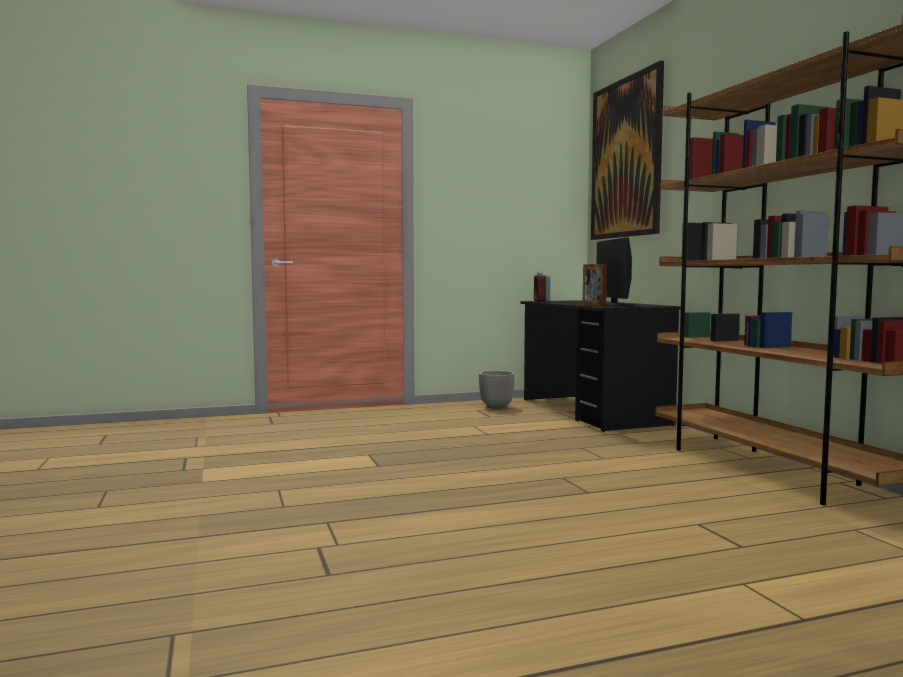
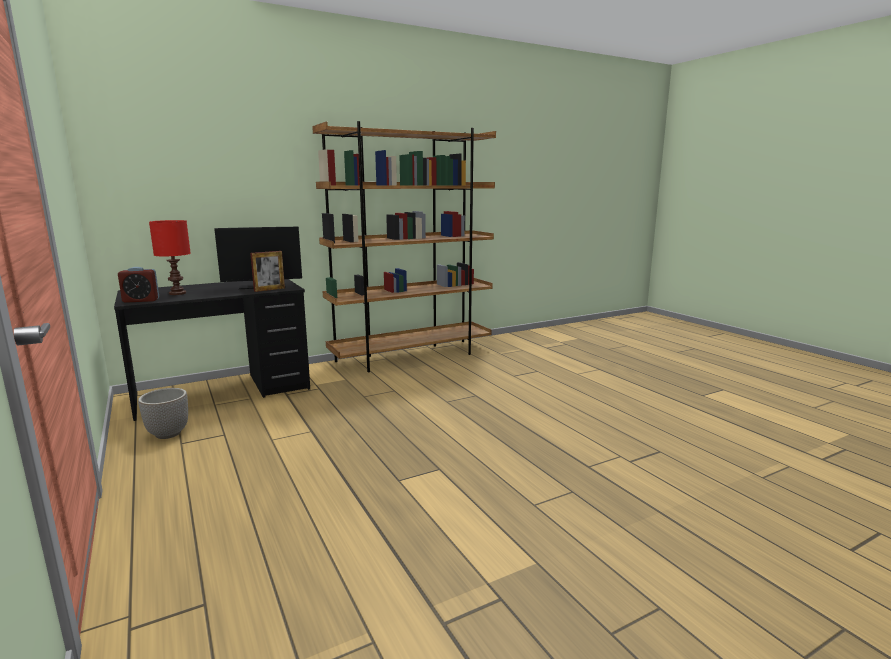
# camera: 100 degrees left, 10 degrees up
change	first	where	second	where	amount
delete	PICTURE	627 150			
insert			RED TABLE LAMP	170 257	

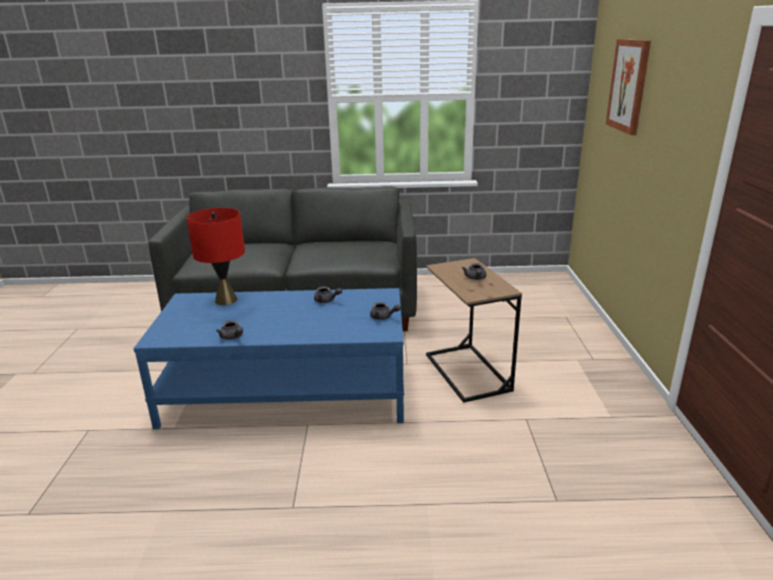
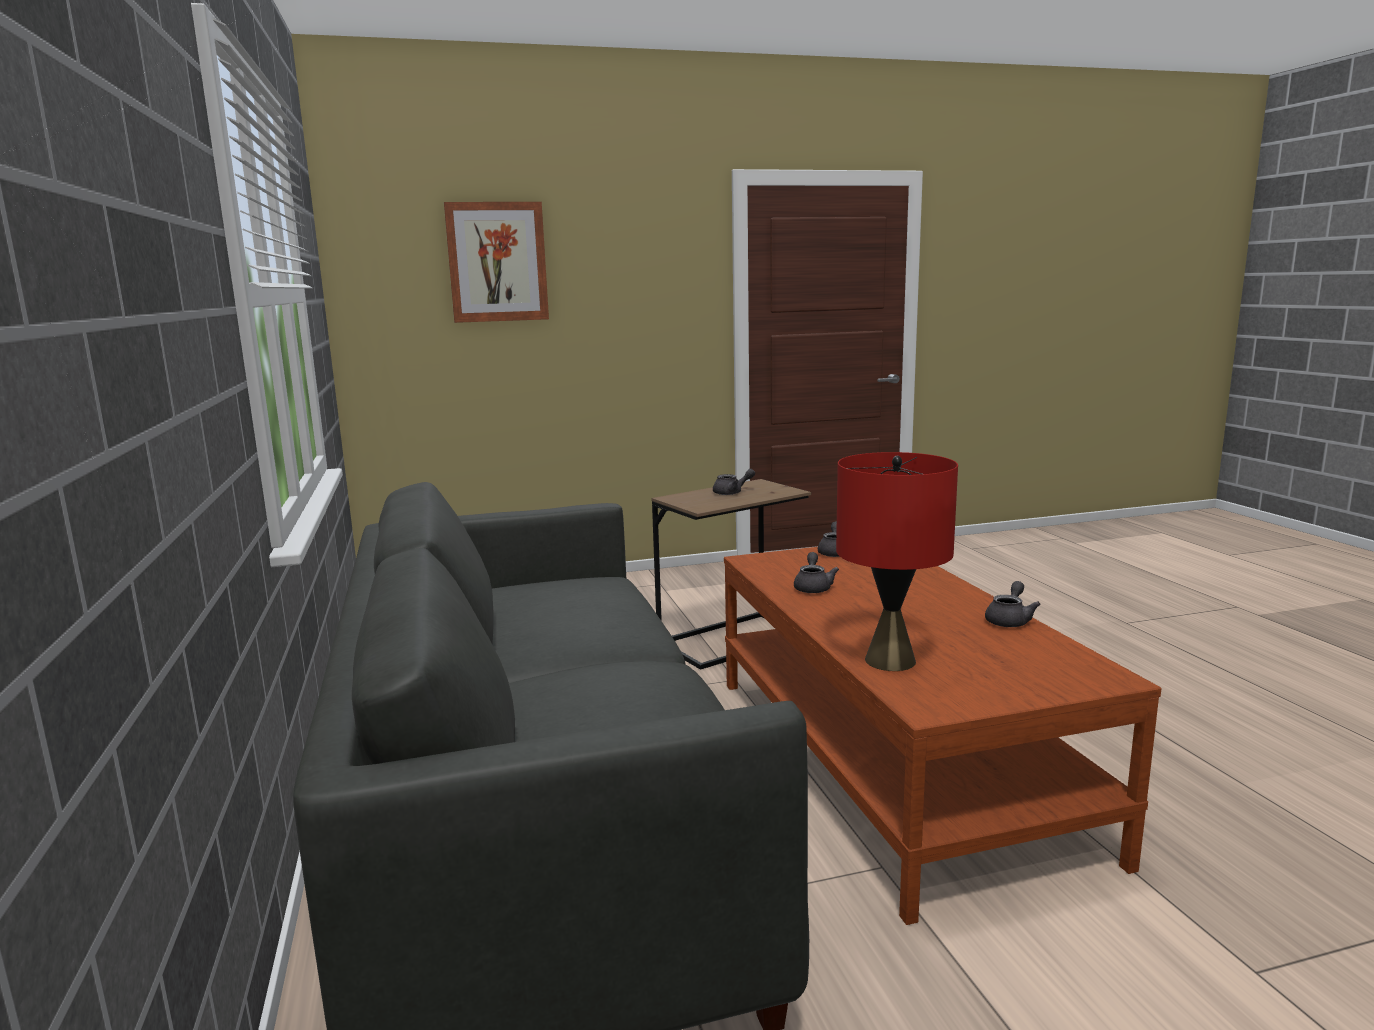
# camera: 105 degrees left, 10 degrees down
change	first	where	second	where	amount
recolor	BLUE COFFEE TABLE	268 358	BROWN COFFEE TABLE	943 736	

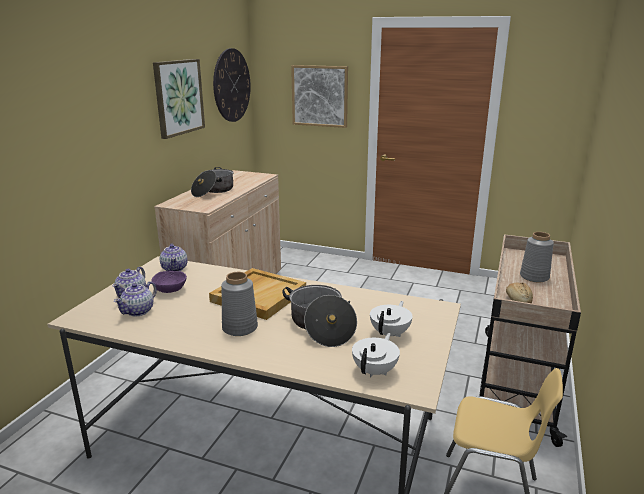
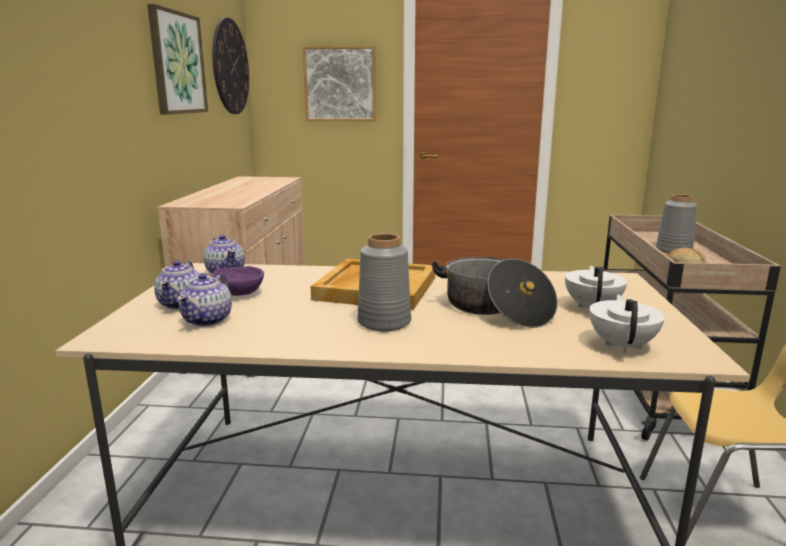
# camera: 15 degrees left, 5 degrees down
change	first	where	second	where	amount
delete	COOKING POT	212 182			

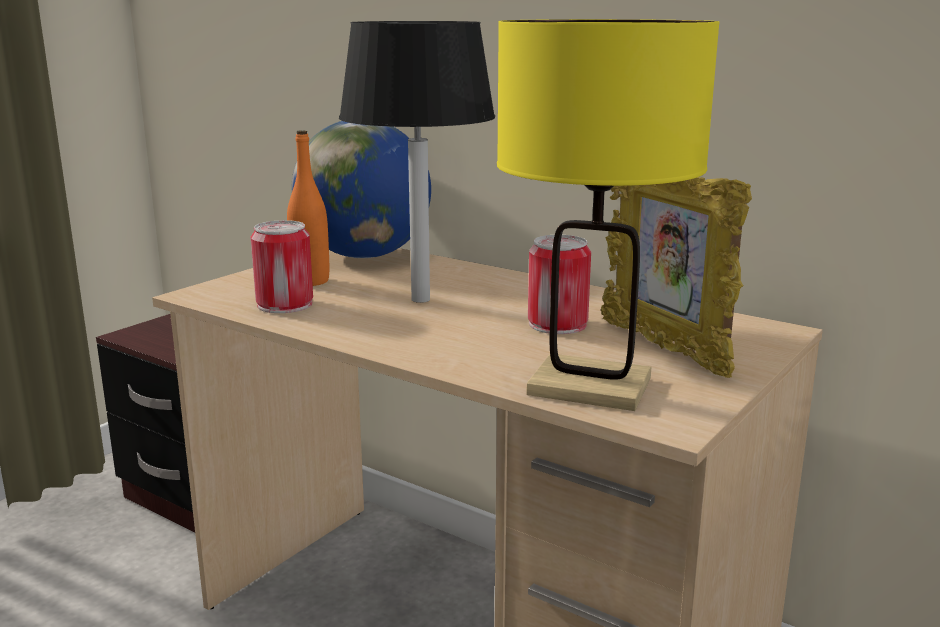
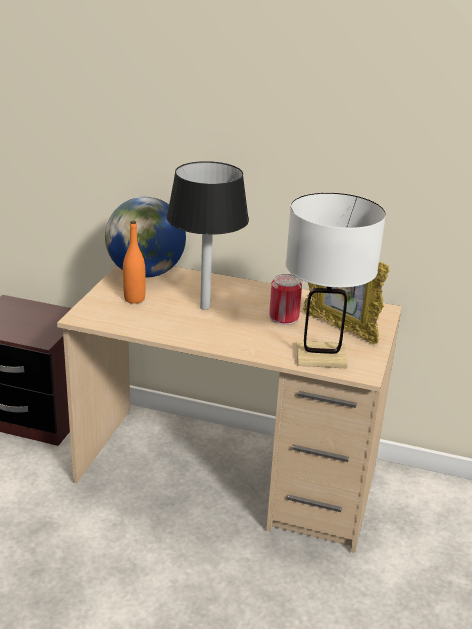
# camera: 20 degrees left, 10 degrees up
change	first	where	second	where	amount
recolor	YELLOW TABLE LAMP	608 215	WHITE TABLE LAMP	336 280	
delete	CAN	281 266			

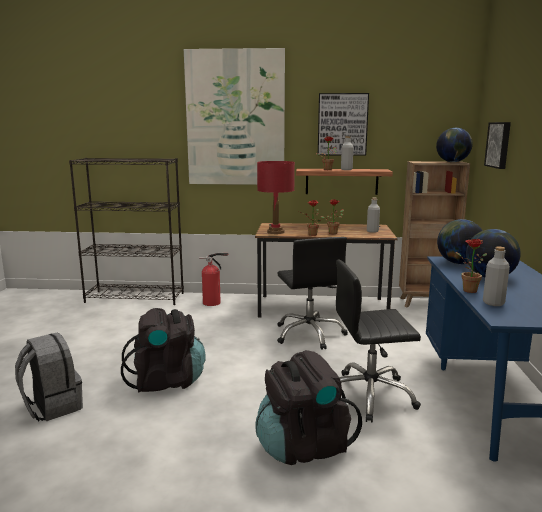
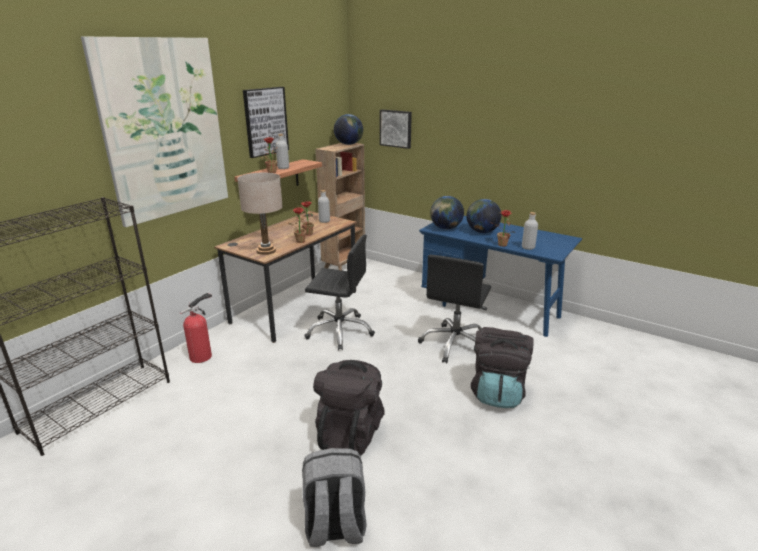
# camera: 60 degrees left, 10 degrees up
change	first	where	second	where	amount
recolor	RED TABLE LAMP	276 197	BEIGE TABLE LAMP	260 214	

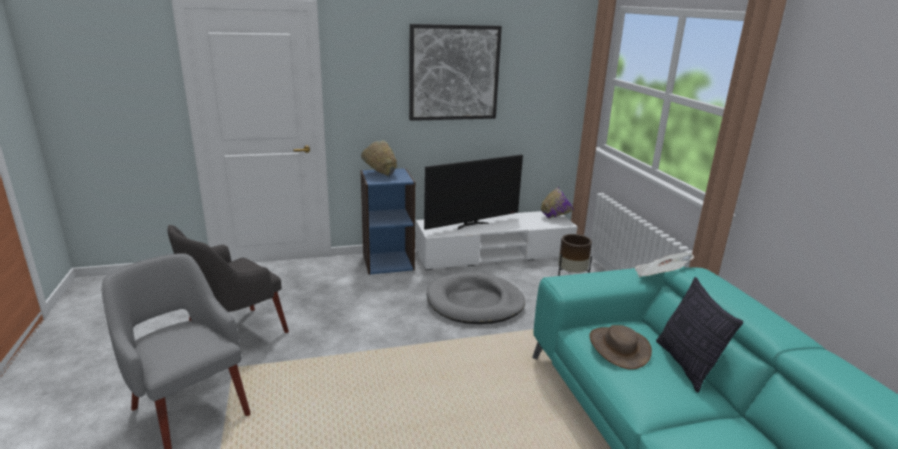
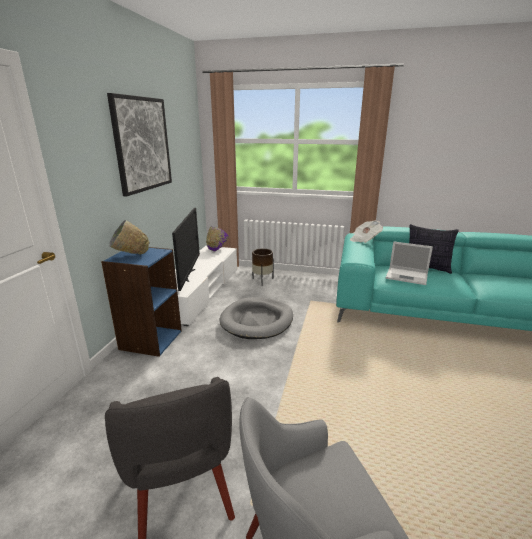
# camera: 60 degrees left, 0 degrees up
change	first	where	second	where	amount
replace	BROWN HAT	620 347	LAPTOP	409 263	

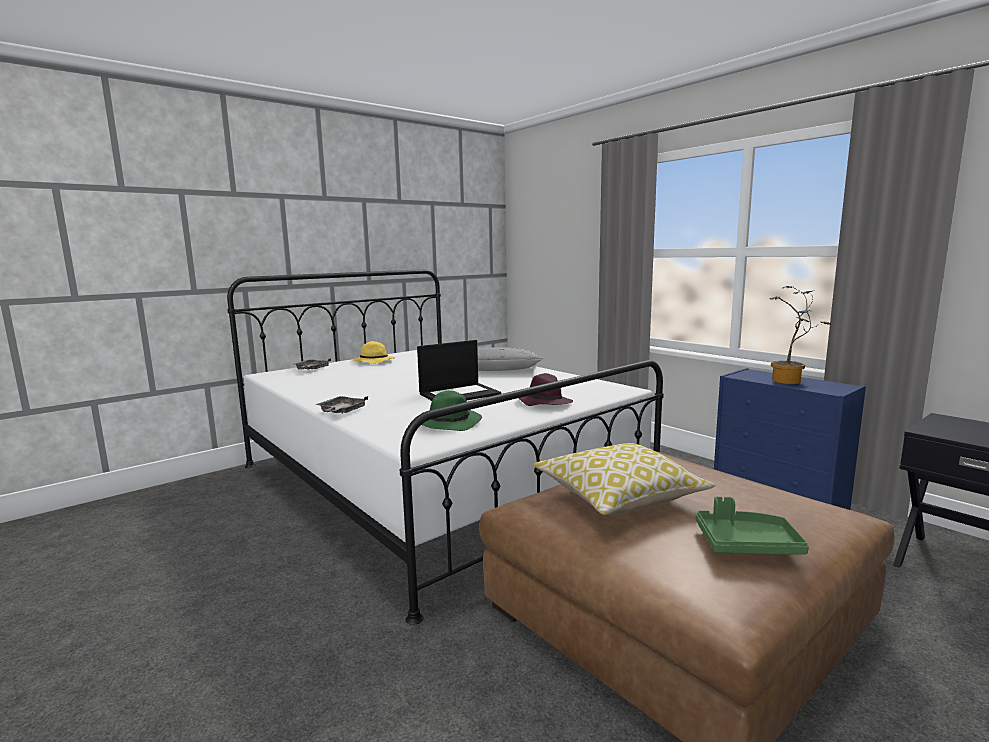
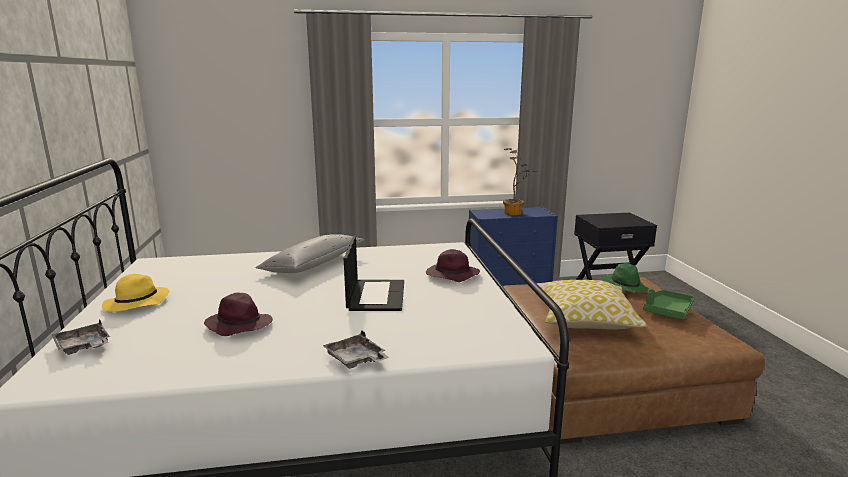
# camera: 60 degrees left, 5 degrees up
change	first	where	second	where	amount
move	GREEN HAT	452 411		625 277	
insert			PURPLE HAT	238 314	

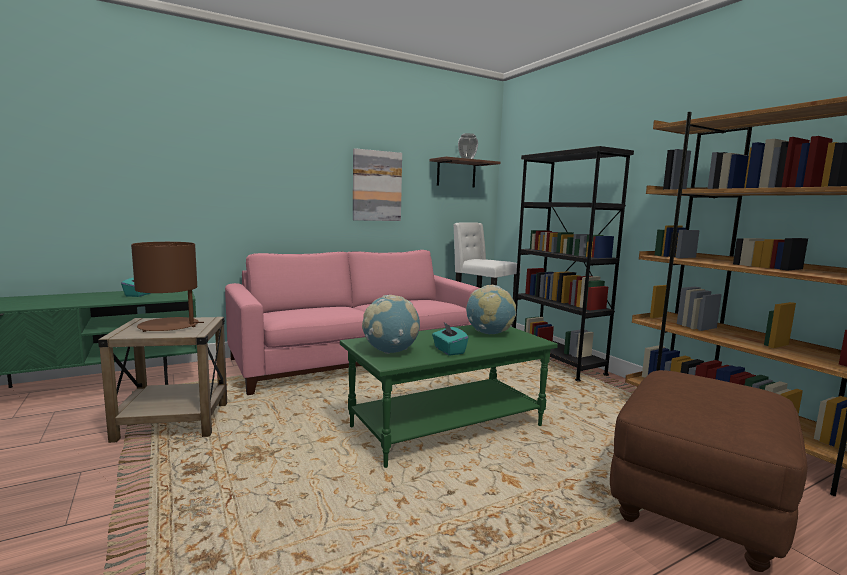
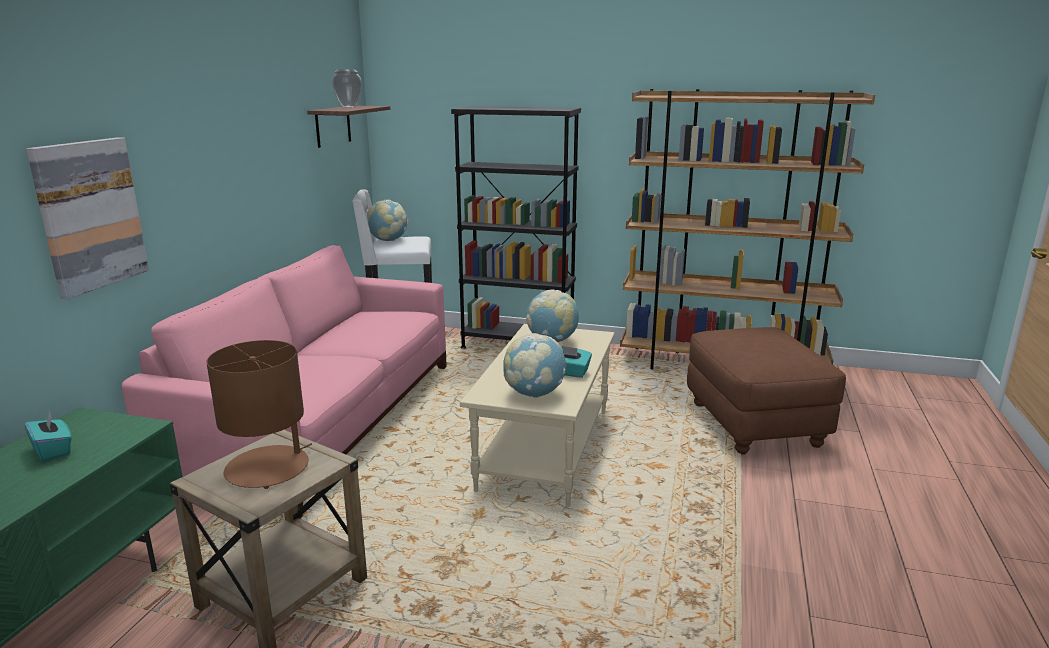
# camera: 45 degrees left, 10 degrees up
change	first	where	second	where	amount
move	PICTURE	377 184		87 218	
recolor	GREEN COFFEE TABLE	449 396	BEIGE COFFEE TABLE	537 415	
insert			GLOBE	387 220	

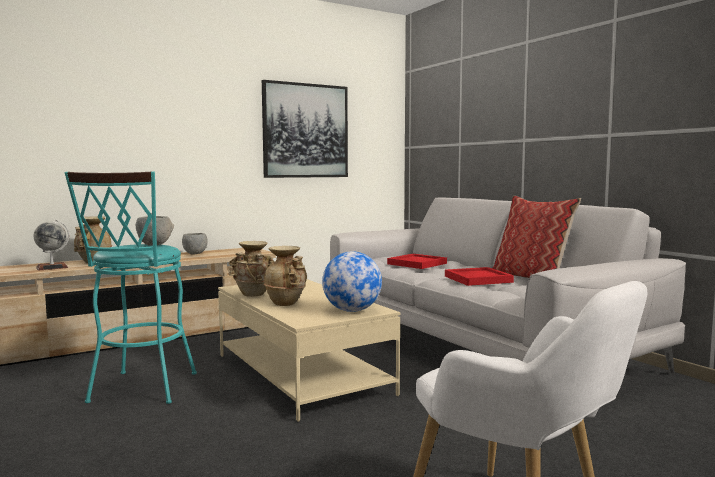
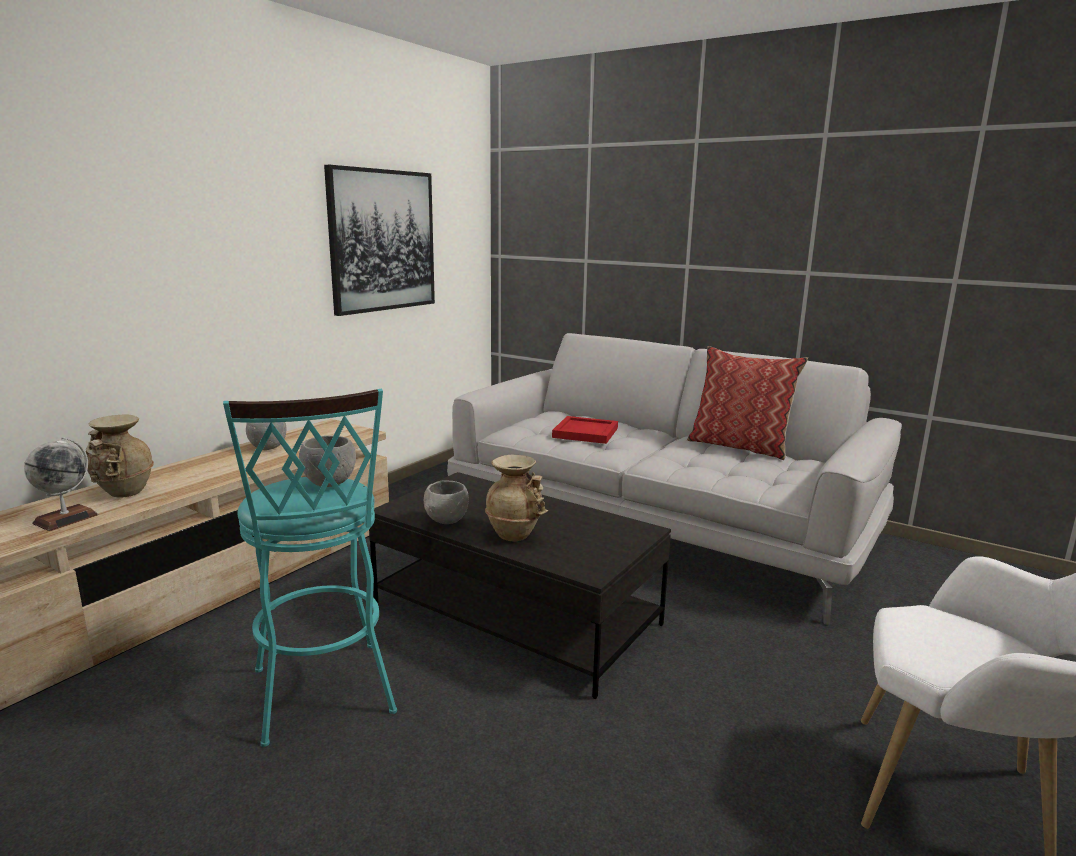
# camera: 25 degrees left, 10 degrees up
change	first	where	second	where	amount
replace	BEIGE VASE	251 269	GREY BOWL	446 502	
delete	GLOBE	352 281			
delete	RED TRAY	479 276			
recolor	BEIGE COFFEE TABLE	309 350	BLACK COFFEE TABLE	520 585	

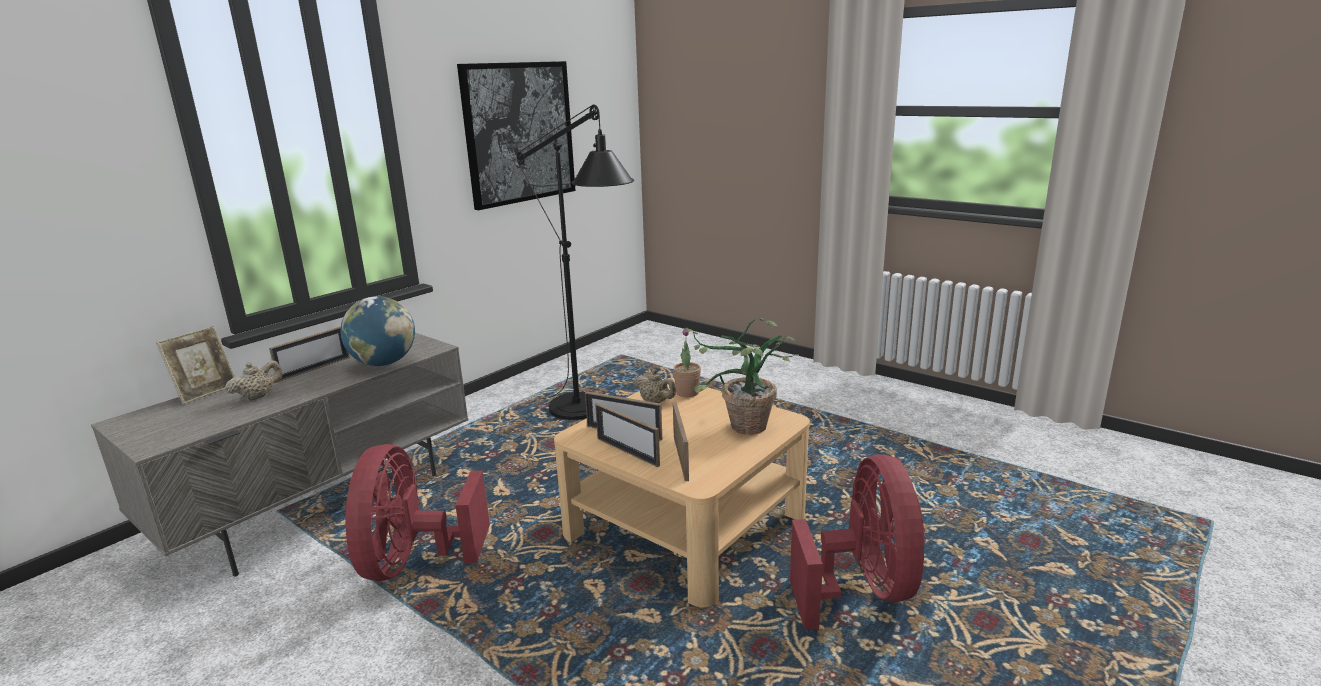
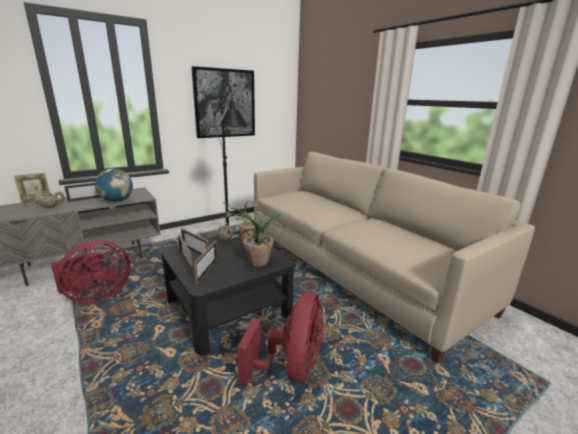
# camera: 15 degrees right, 0 degrees up
change	first	where	second	where	amount
recolor	BEIGE COFFEE TABLE	682 493	BLACK COFFEE TABLE	228 293	
rotate	RED FAN	417 512		91 272	150 degrees counterclockwise
insert			BEIGE SOFA	394 258	

